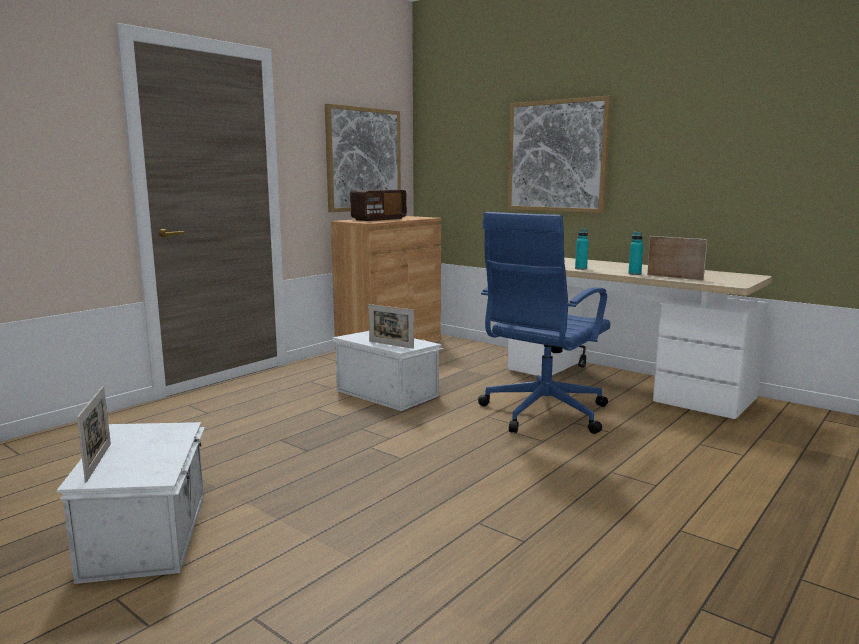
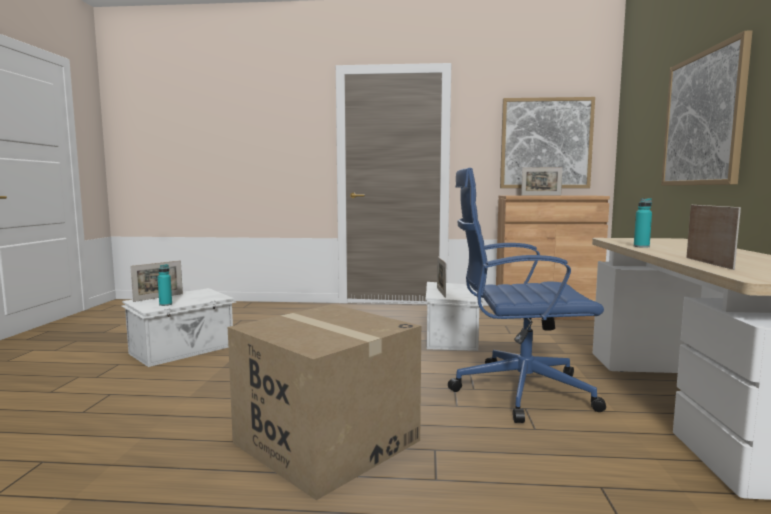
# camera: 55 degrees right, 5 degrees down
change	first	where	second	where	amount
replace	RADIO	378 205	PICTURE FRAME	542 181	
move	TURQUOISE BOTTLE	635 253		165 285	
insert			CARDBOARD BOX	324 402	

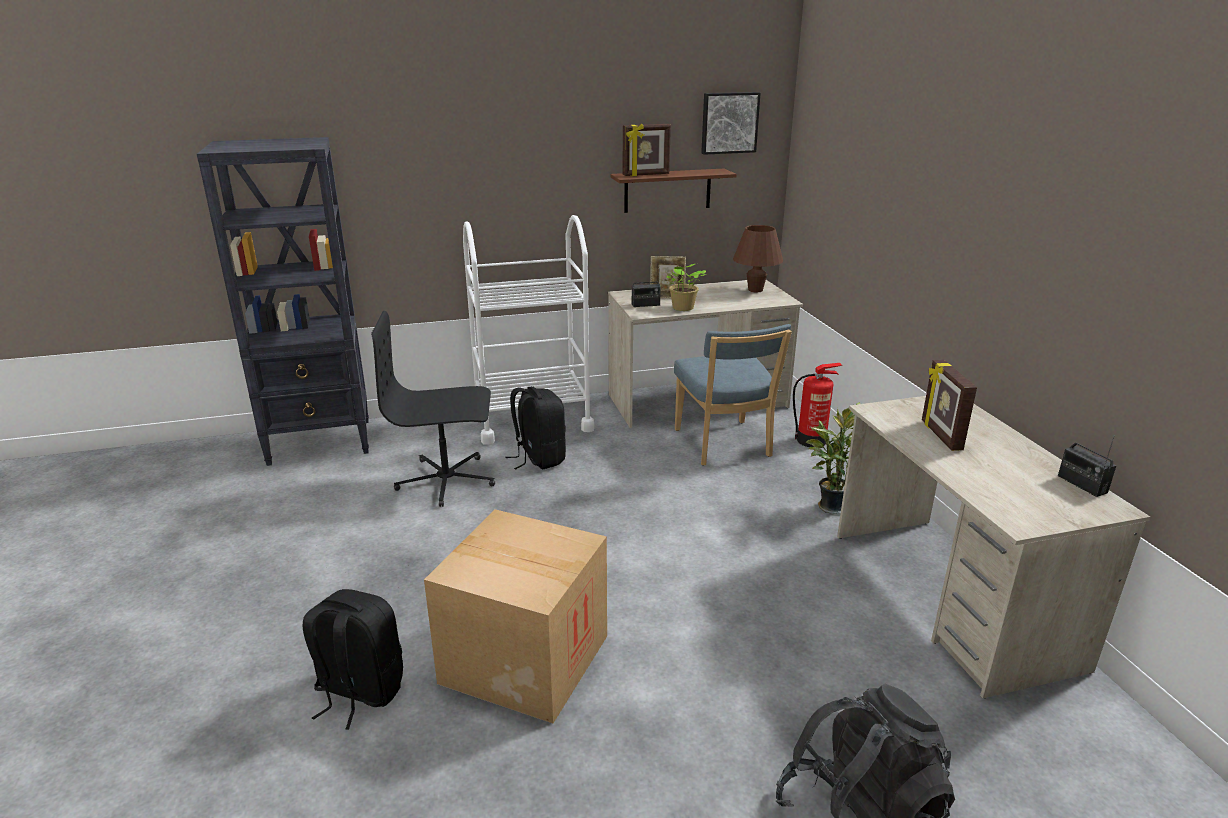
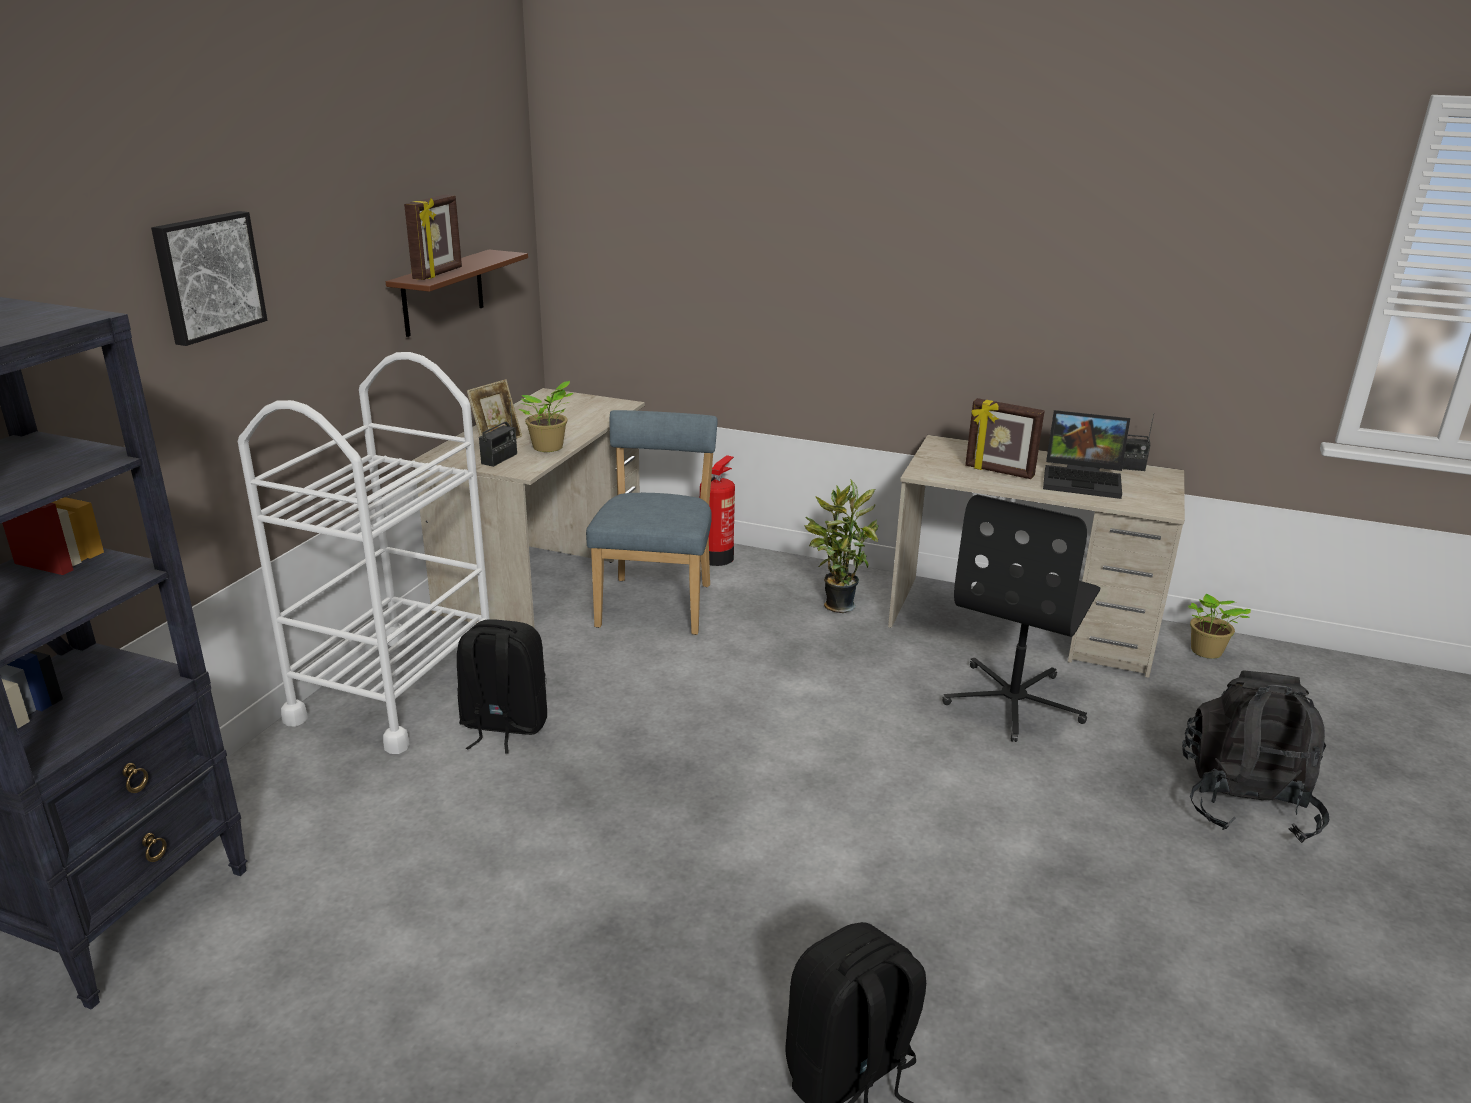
# camera: 55 degrees left, 0 degrees up
change	first	where	second	where	amount
move	PICTURE	731 123		209 278	
delete	BROWN TABLE LAMP	758 258			
move	BLACK OFFICE CHAIR	433 409		1021 618	
rotate	BLUE CHAIR	733 395		652 522	105 degrees counterclockwise
delete	CARDBOARD BOX	515 616			
insert			LAPTOP	1086 454	
insert			POTTED PLANT	1219 626	

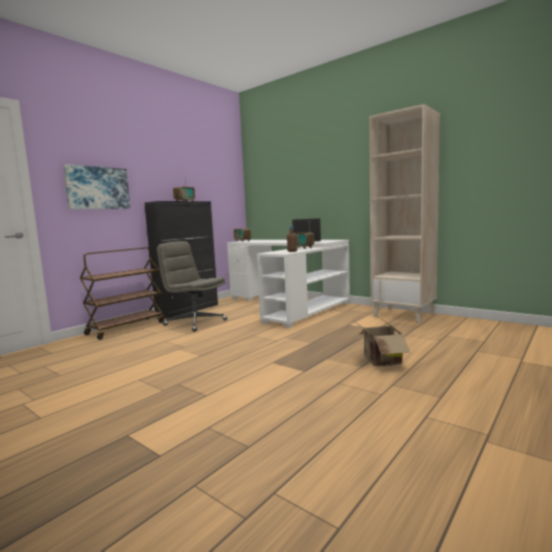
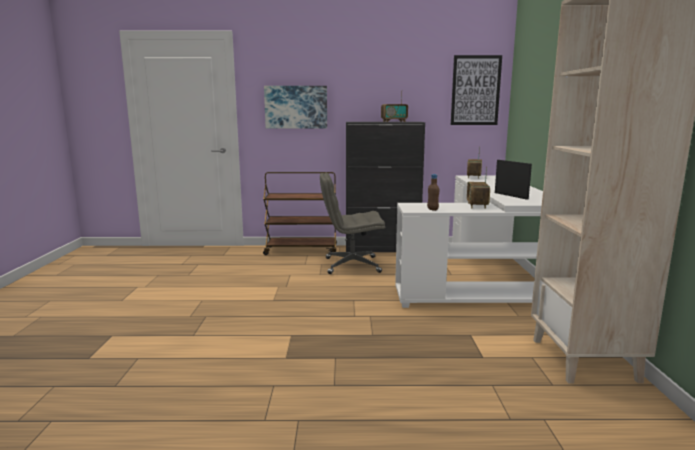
# camera: 50 degrees right, 5 degrees up
change	first	where	second	where	amount
rotate	GREY OFFICE CHAIR	192 286		352 223	90 degrees counterclockwise
delete	CARDBOARD BOX	380 342			
insert			PICTURE	476 90	

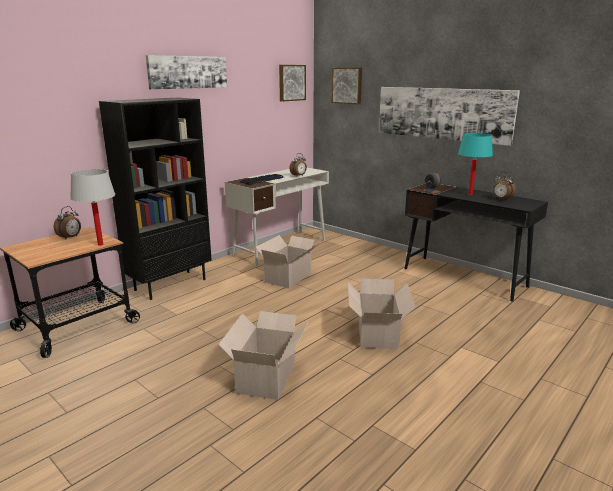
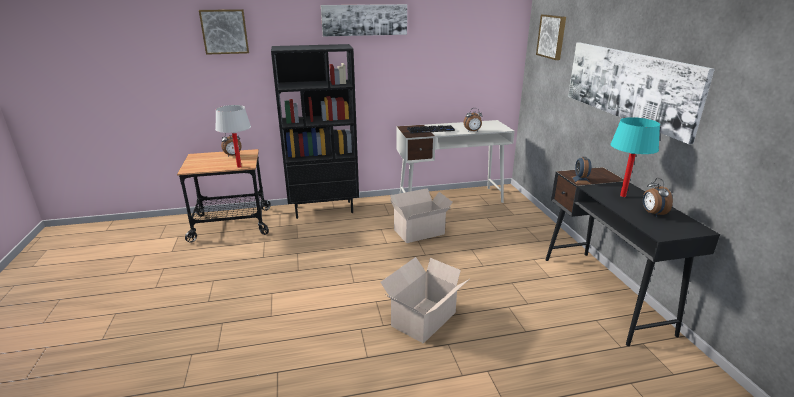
# camera: 35 degrees right, 5 degrees up
change	first	where	second	where	amount
move	PICTURE	292 83		224 32	
delete	CARDBOARD BOX	263 355			

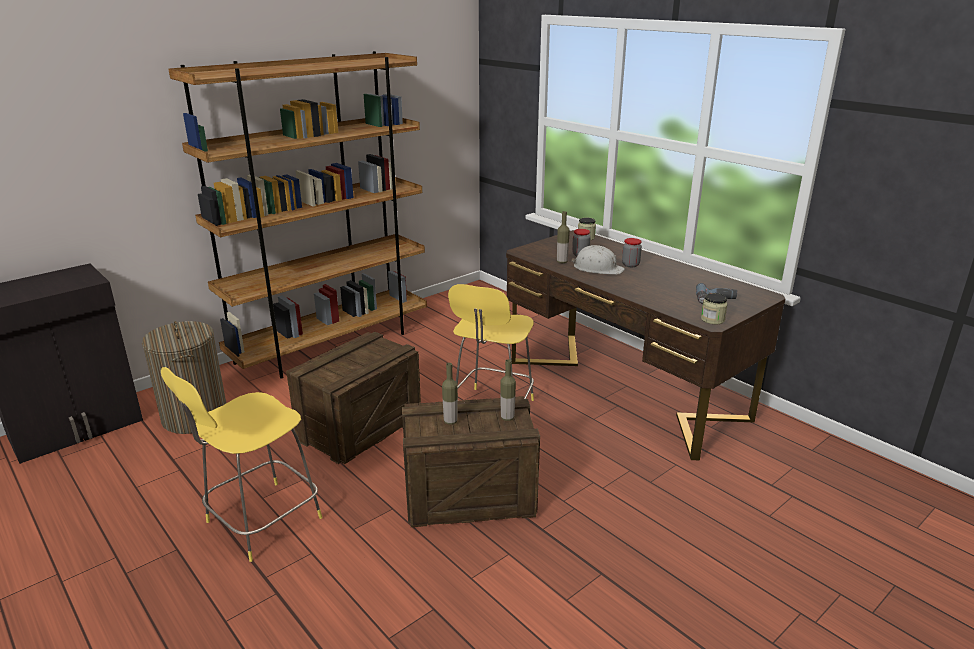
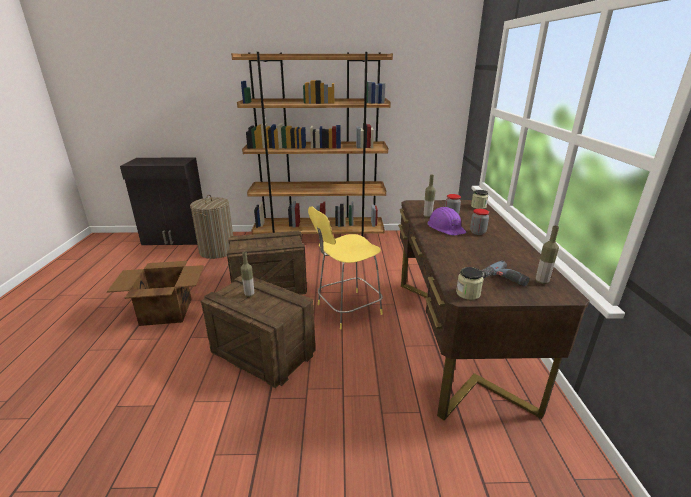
# camera: 40 degrees right, 0 degrees up
change	first	where	second	where	amount
recolor	WHITE HARD HAT	598 260	PURPLE HARD HAT	446 221	
move	BOTTLE	508 390		547 254	
replace	YELLOW STOOL	241 464	CARDBOARD BOX	155 293	

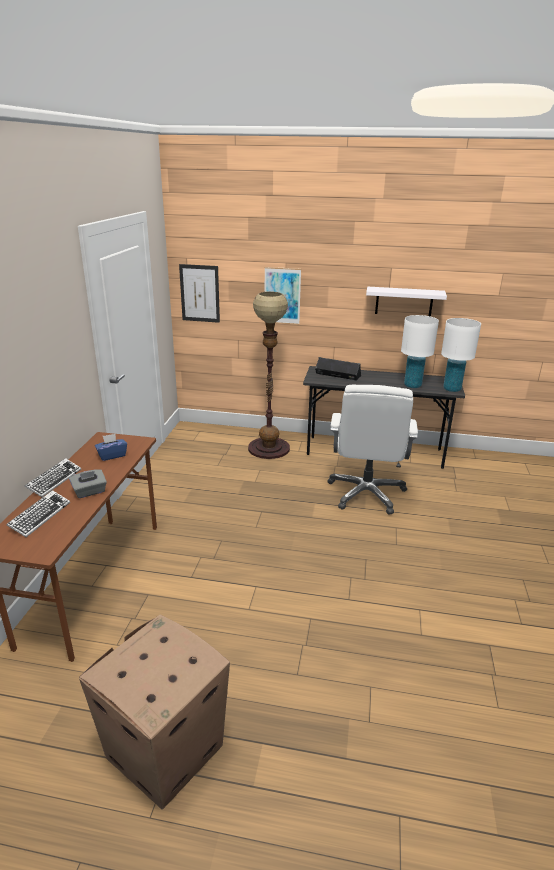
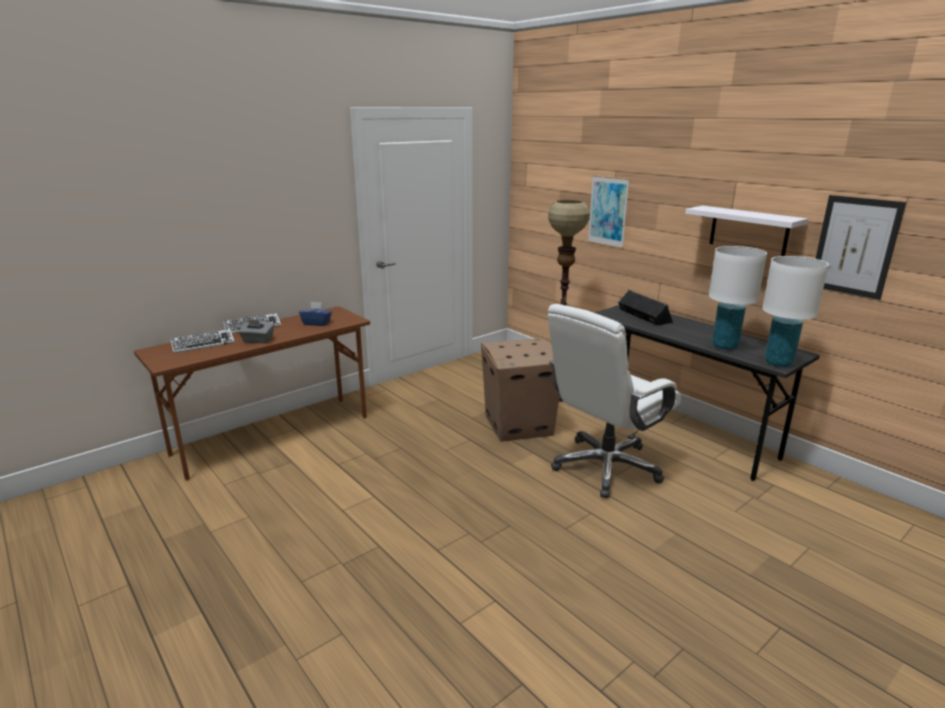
# camera: 40 degrees right, 5 degrees down
change	first	where	second	where	amount
move	PICTURE	199 293		861 247	
move	CARDBOARD BOX	154 712		520 390	

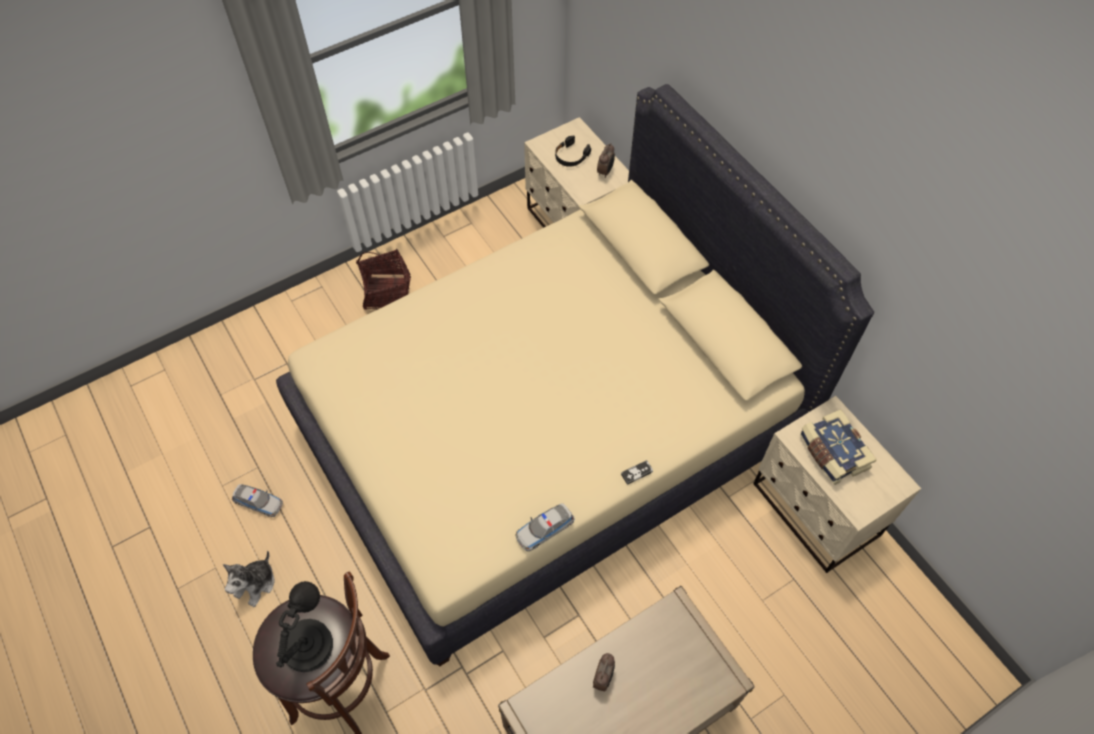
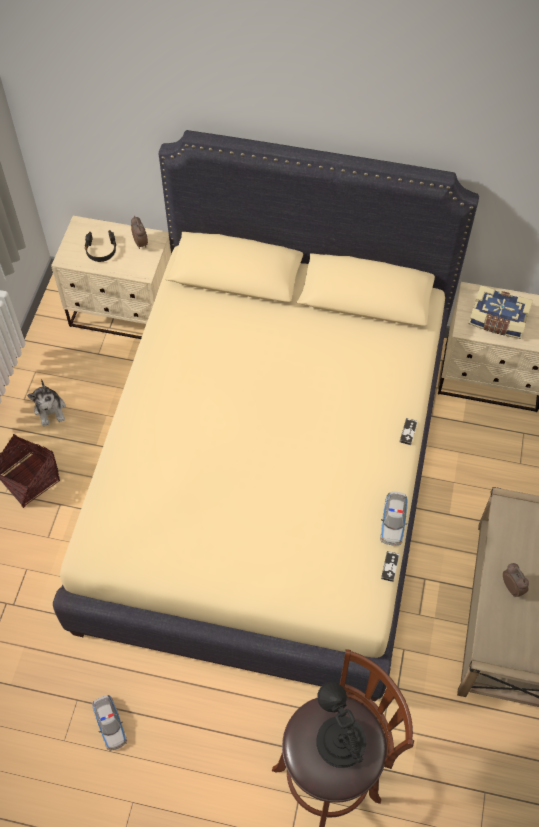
# camera: 45 degrees left, 0 degrees up
change	first	where	second	where	amount
rotate	TOY CAR	257 500		109 723	90 degrees clockwise
move	PLUSH TOY	248 579		46 402	
insert			GAME CONTROLLER	390 566	

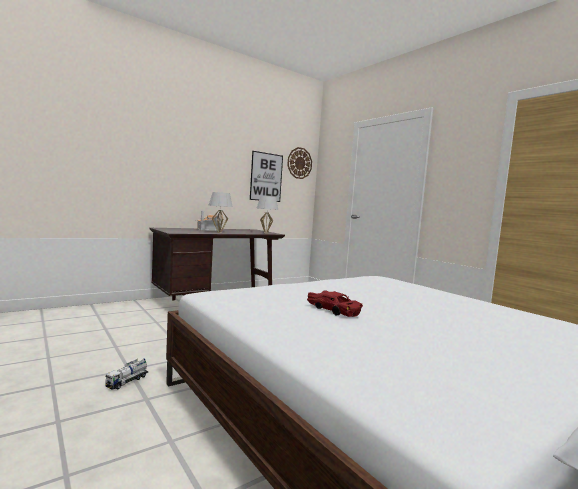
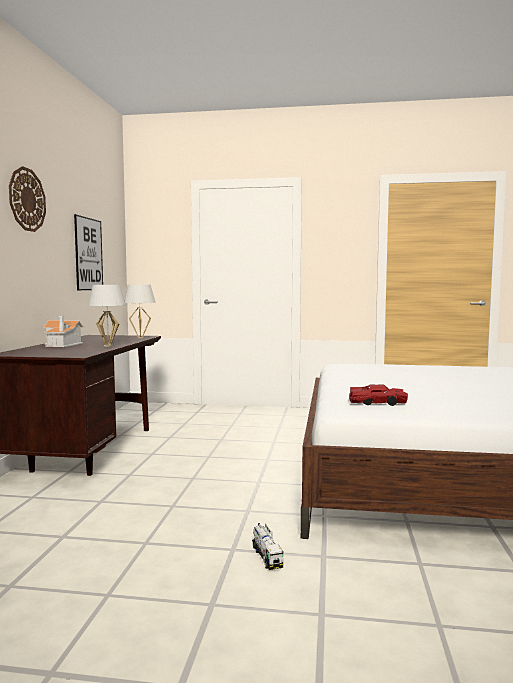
# camera: 45 degrees left, 0 degrees up
change	first	where	second	where	amount
move	WALL CLOCK	299 163		27 199	
move	RED TOY CAR	335 303		378 395	

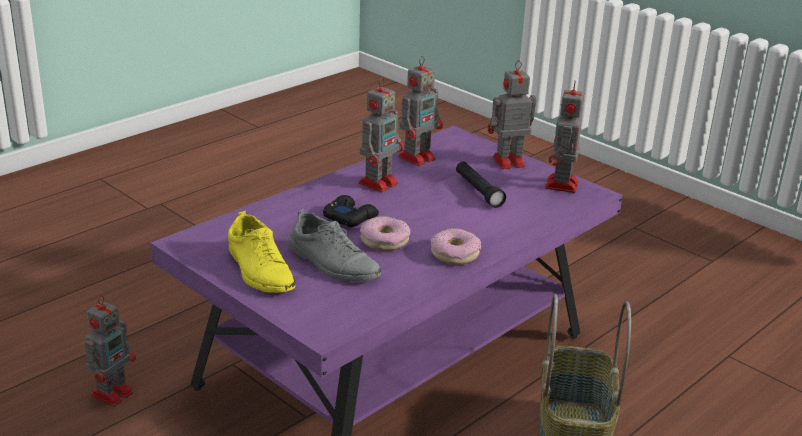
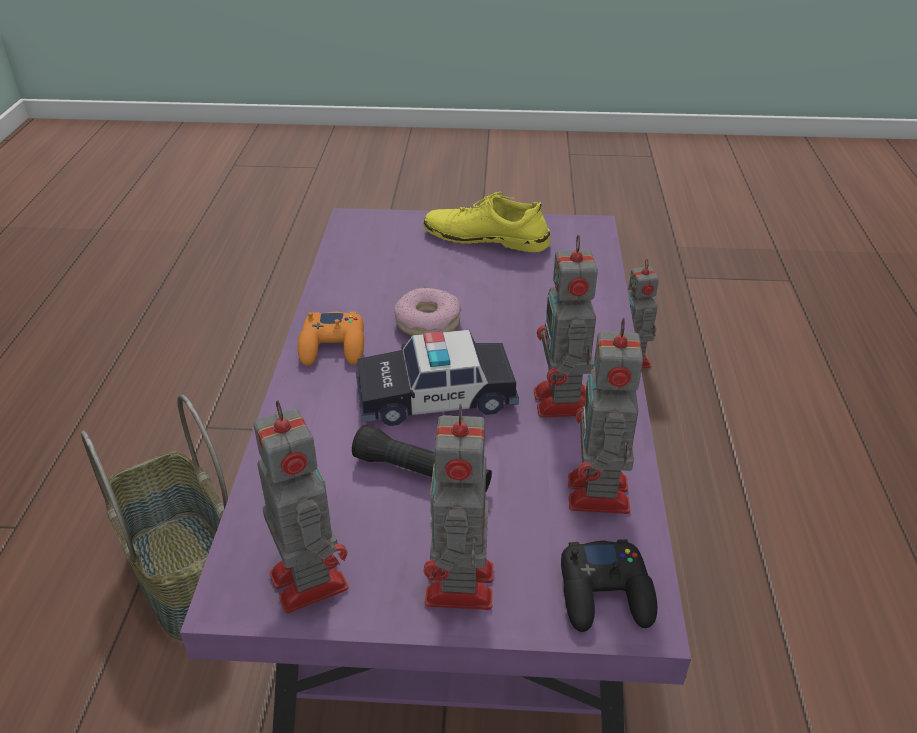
# camera: 140 degrees right, 10 degrees up
change	first	where	second	where	amount
rotate	TOY ROBOT	512 114		459 507	150 degrees clockwise
move	BLACK GAME CONTROLLER	351 211		609 585	
delete	GREY SHOE	334 245			
replace	DONUT	456 246	ORANGE GAME CONTROLLER	331 339	
insert			TOY CAR	437 378	

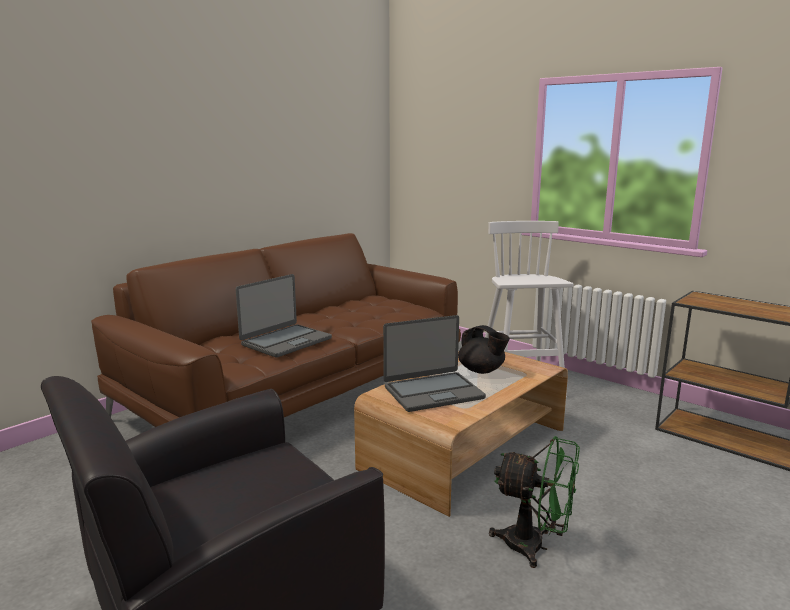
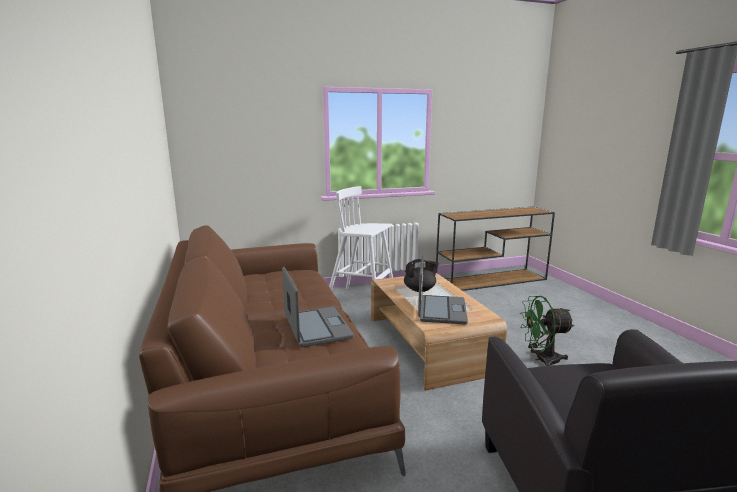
# camera: 60 degrees left, 0 degrees up
change	first	where	second	where	amount
rotate	GREEN FAN	534 502		547 331	150 degrees counterclockwise

